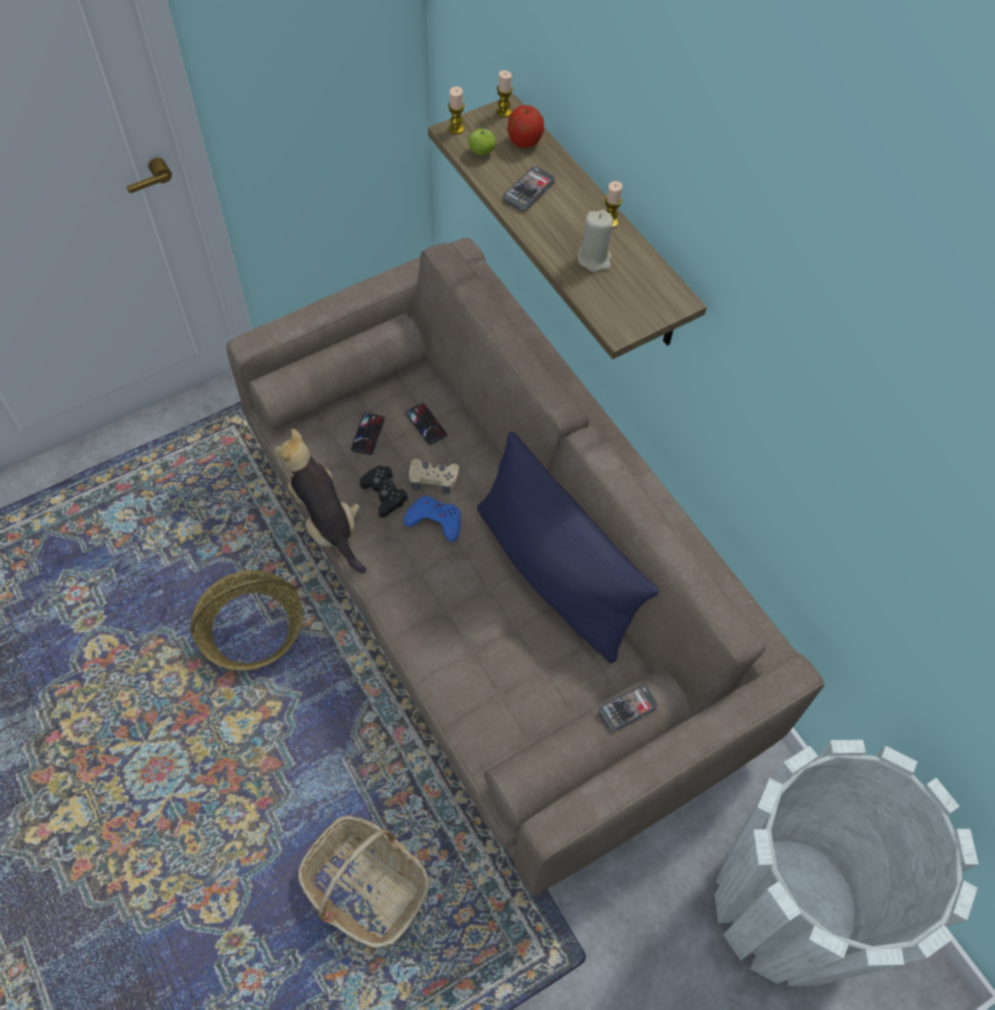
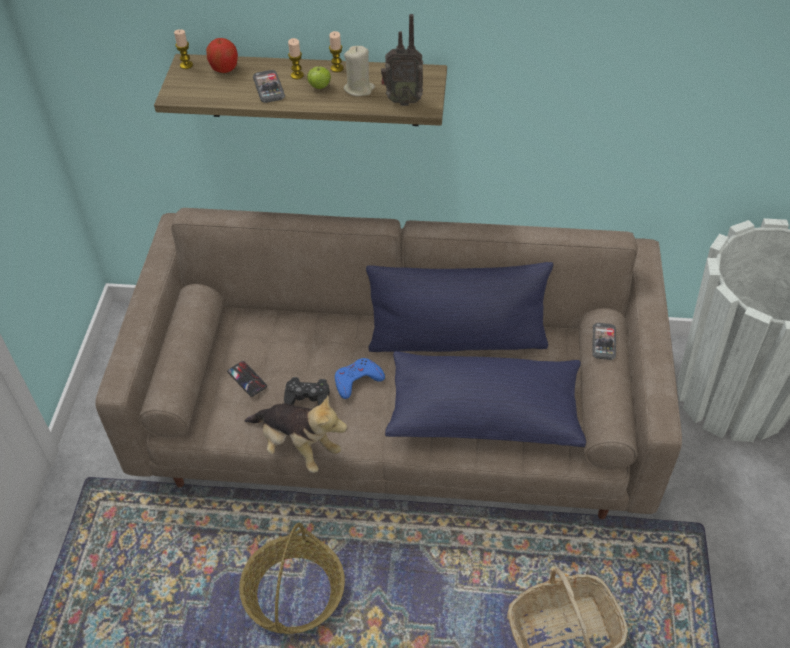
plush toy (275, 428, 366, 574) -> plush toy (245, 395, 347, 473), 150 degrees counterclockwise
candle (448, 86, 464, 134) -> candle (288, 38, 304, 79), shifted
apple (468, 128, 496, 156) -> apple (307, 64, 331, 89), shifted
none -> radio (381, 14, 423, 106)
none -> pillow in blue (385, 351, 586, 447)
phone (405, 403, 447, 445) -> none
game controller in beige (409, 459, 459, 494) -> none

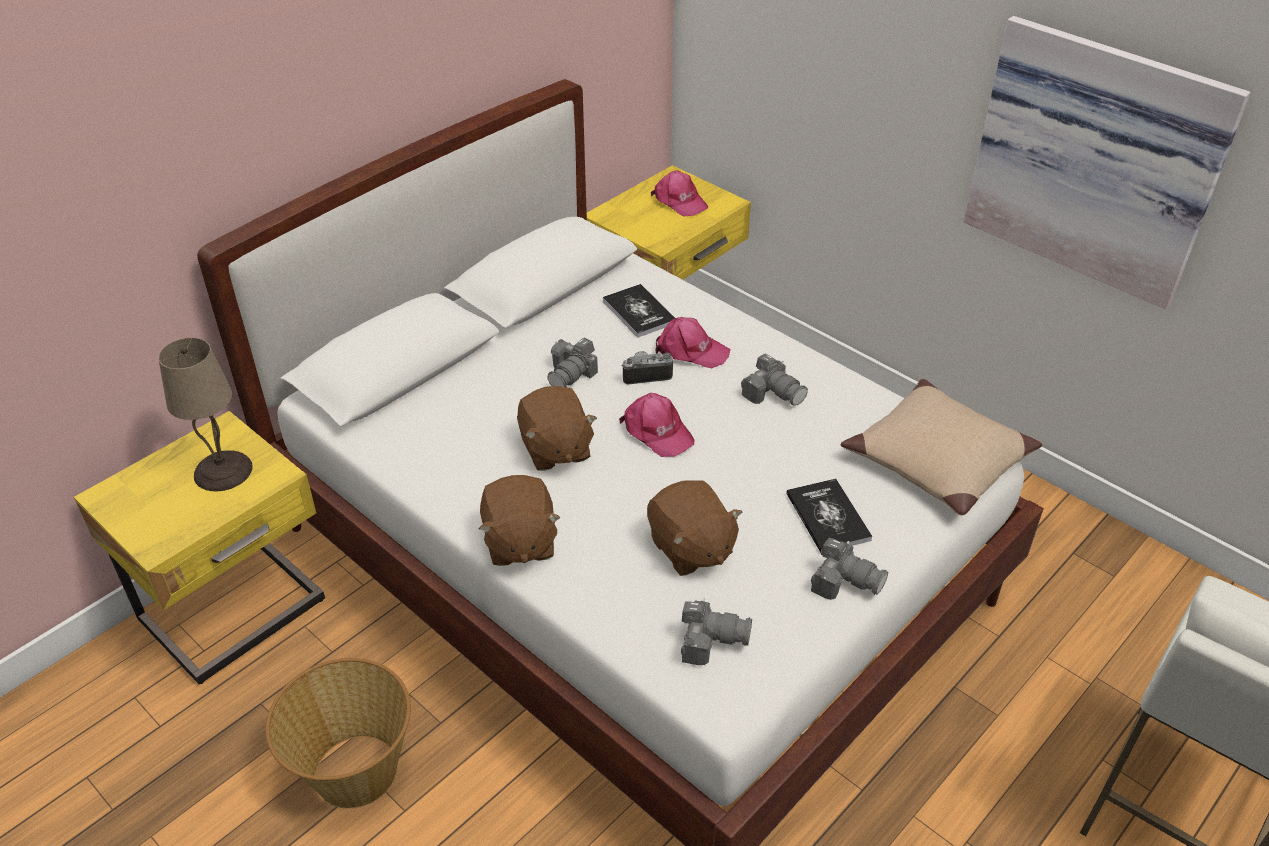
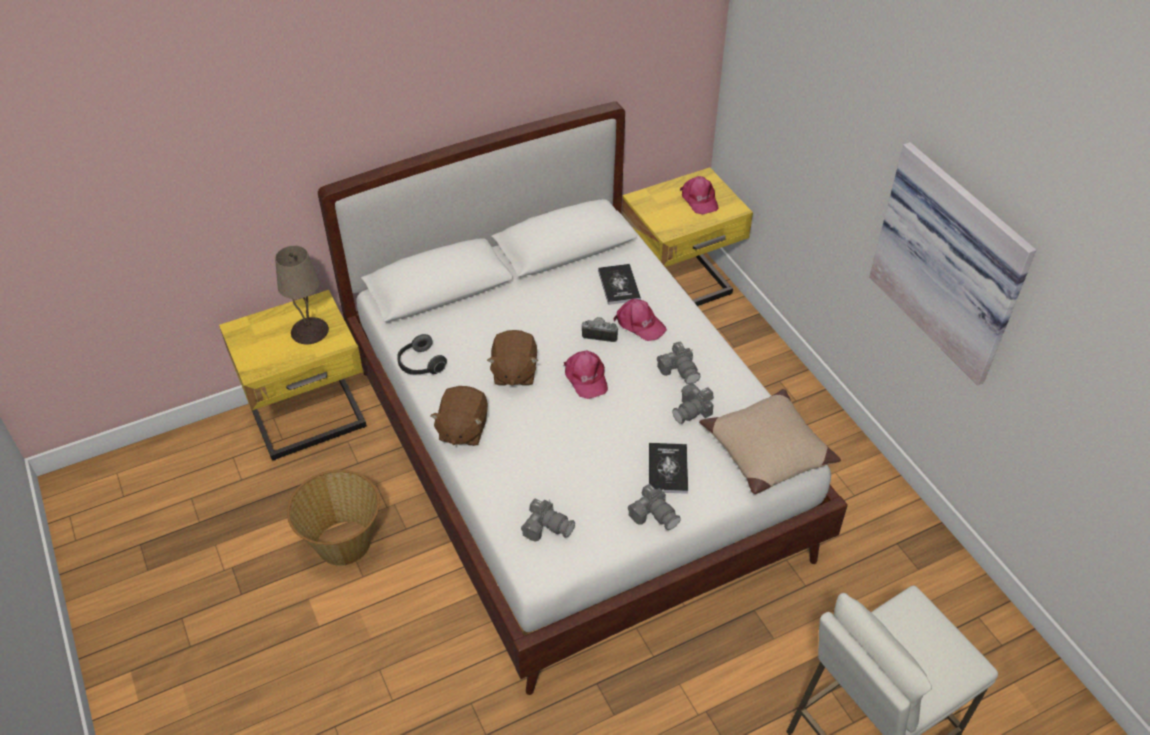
none -> headphones (397, 334, 447, 375)
photo camera (547, 338, 598, 387) -> photo camera (672, 383, 714, 424), shifted
plush toy in brown (647, 480, 742, 576) -> none

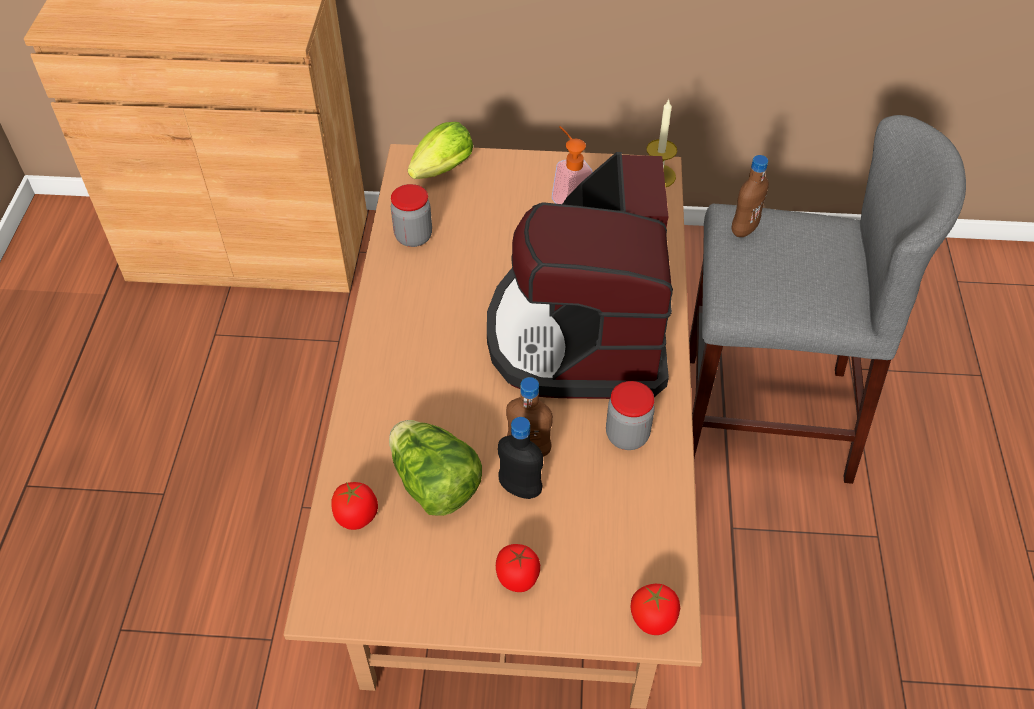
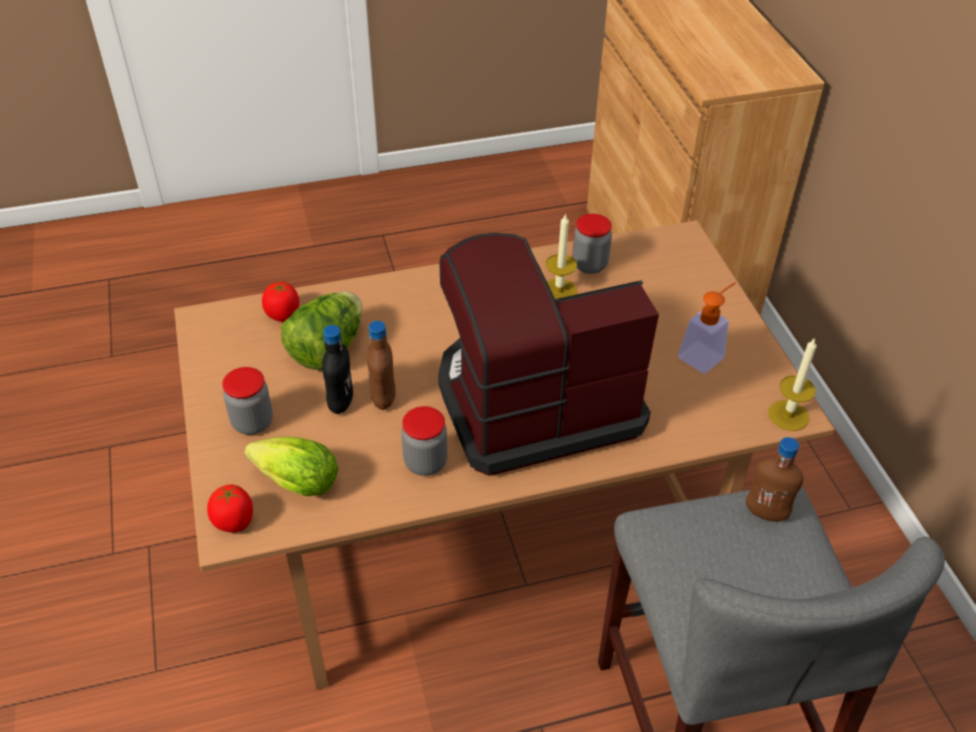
tomato (496, 544, 540, 592) -> jar (222, 367, 273, 435)
lettuce (408, 122, 473, 179) -> lettuce (245, 437, 338, 496), shifted
none -> candle (546, 213, 577, 299)

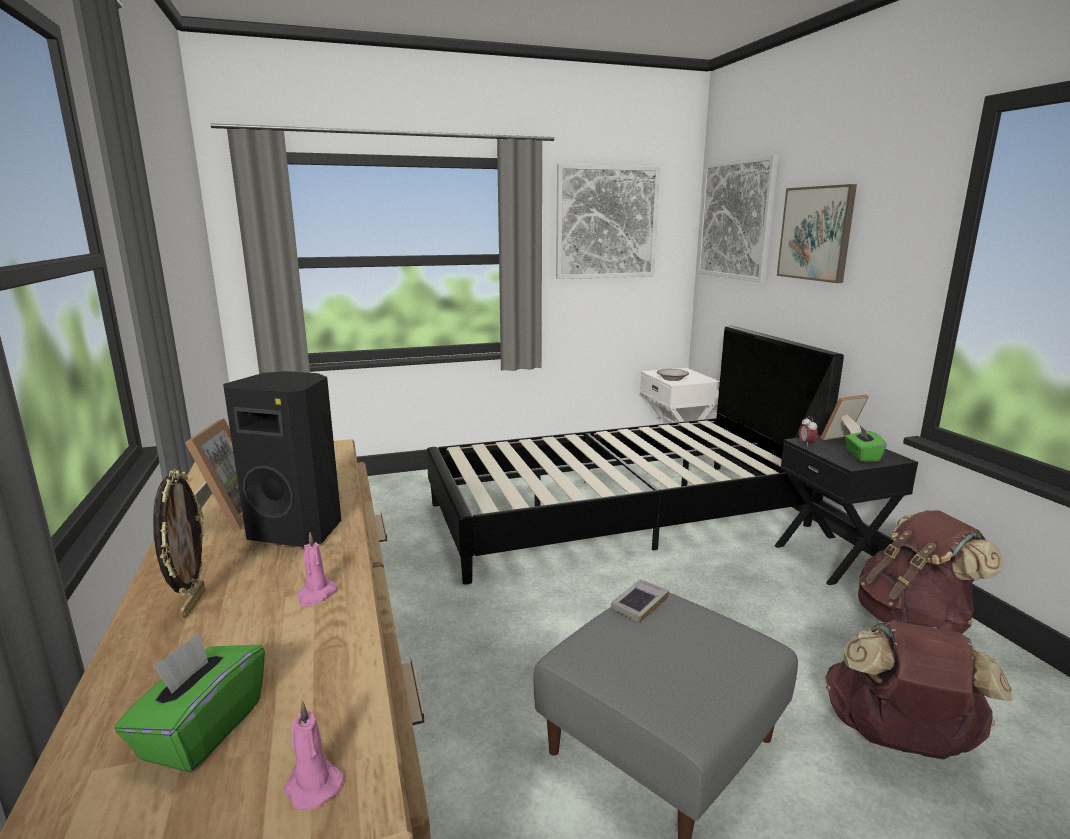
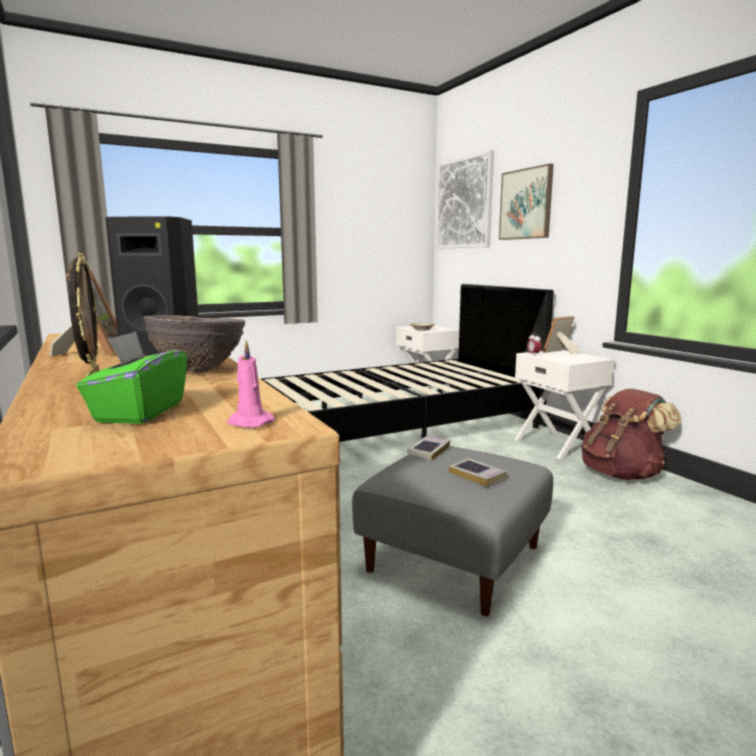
candle in pink (297, 532, 337, 607) -> bowl in brown (144, 315, 245, 373)
none -> book (449, 458, 507, 487)
nightstand in black (775, 435, 918, 585) -> nightstand in white (515, 350, 614, 459)
picture (556, 164, 660, 279) -> none
backpack in brown (825, 620, 1013, 759) -> none
tissue box in green (845, 426, 887, 462) -> none

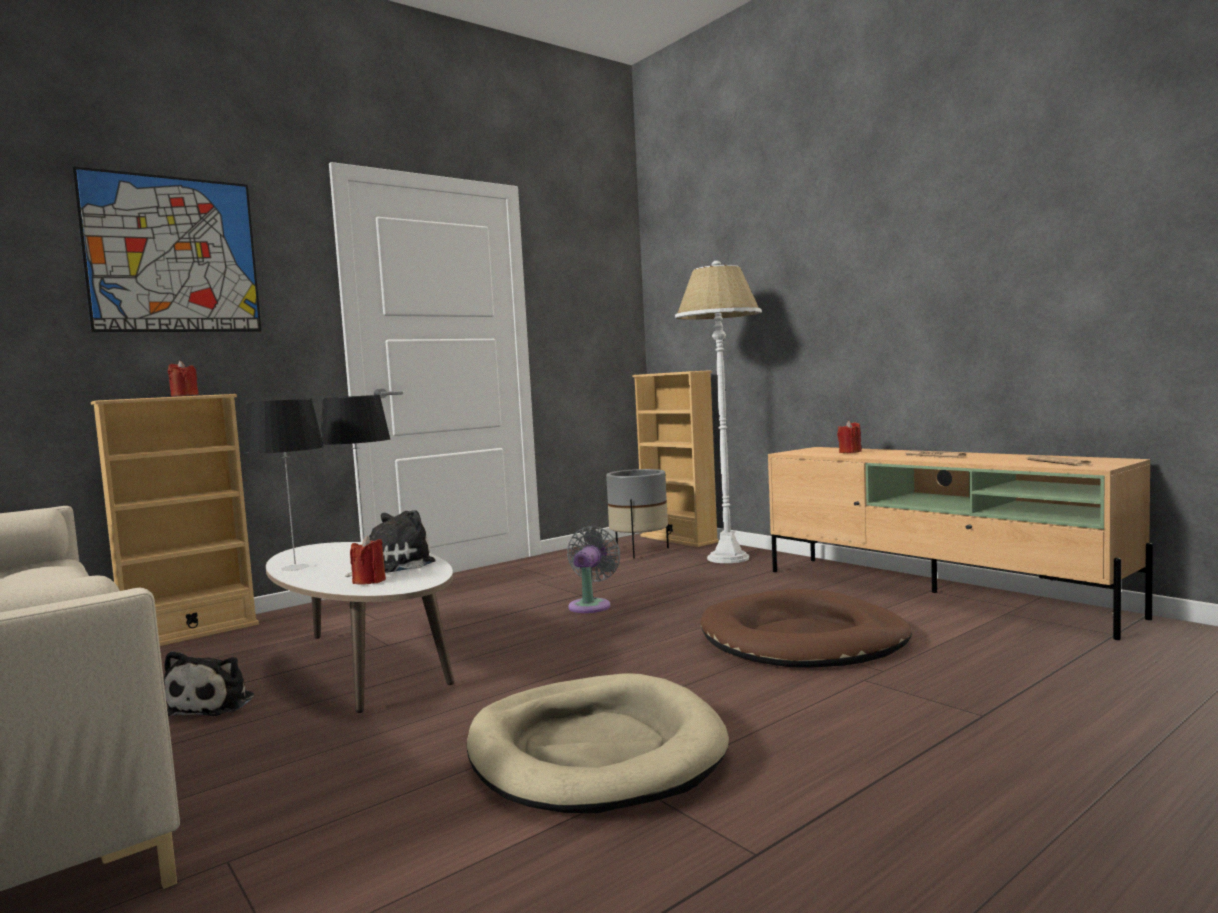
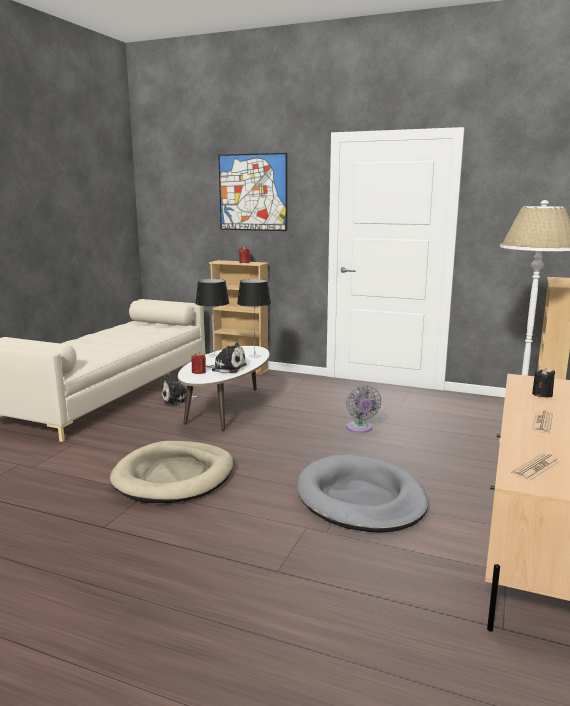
dog bed in brown (700, 589, 912, 668) -> dog bed in grey (297, 454, 428, 533)
fan in grey (567, 526, 620, 613) -> fan in grey (346, 385, 381, 433), 90 degrees clockwise
candle in red (837, 421, 862, 453) -> candle in black (532, 368, 555, 397)
planter in grey (606, 469, 669, 559) -> none

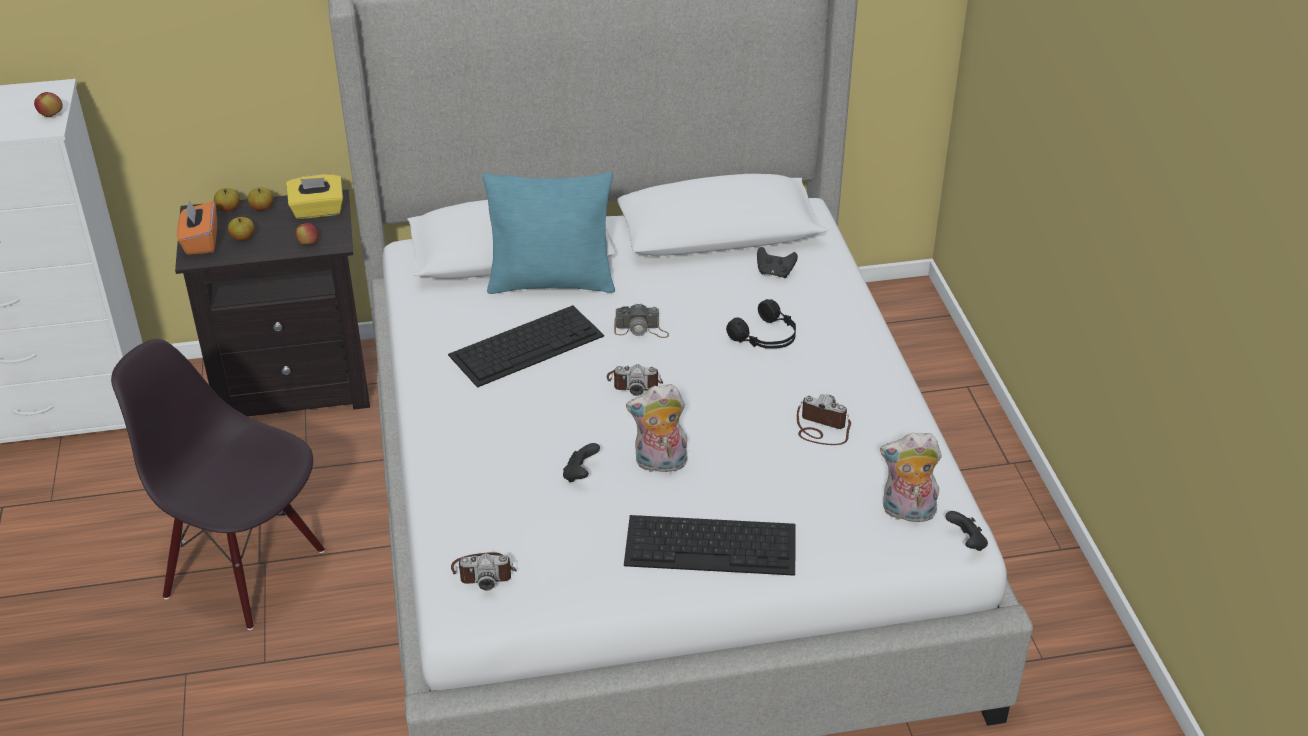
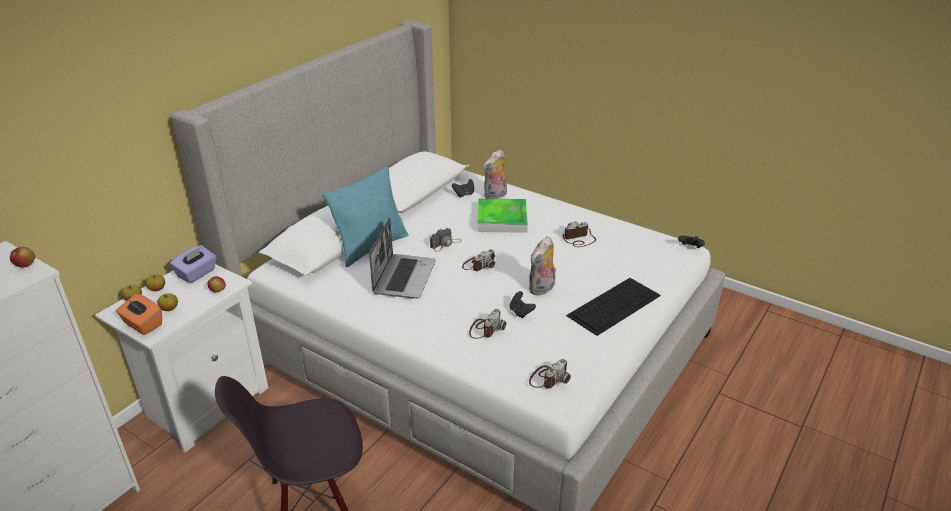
nightstand in black (175, 189, 370, 417) -> nightstand in white (95, 264, 268, 453)
tissue box in yellow (286, 174, 343, 219) -> tissue box in purple (170, 245, 217, 283)
keyboard (448, 305, 604, 388) -> laptop (369, 218, 436, 299)
none -> photo camera (469, 309, 506, 339)
headphones in black (726, 299, 796, 349) -> tray (477, 199, 528, 233)
plush toy (880, 433, 942, 523) -> plush toy (483, 150, 507, 199), shifted

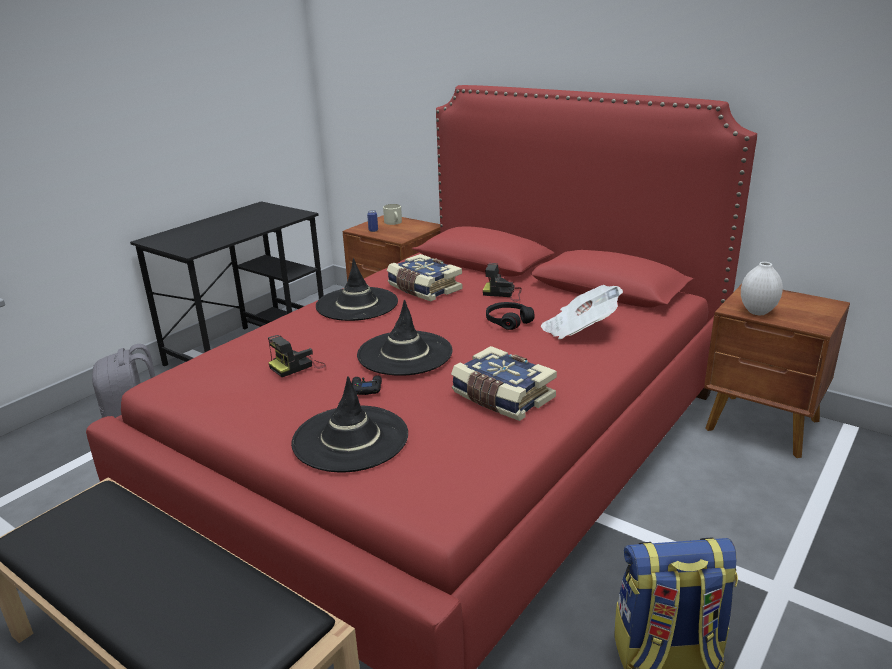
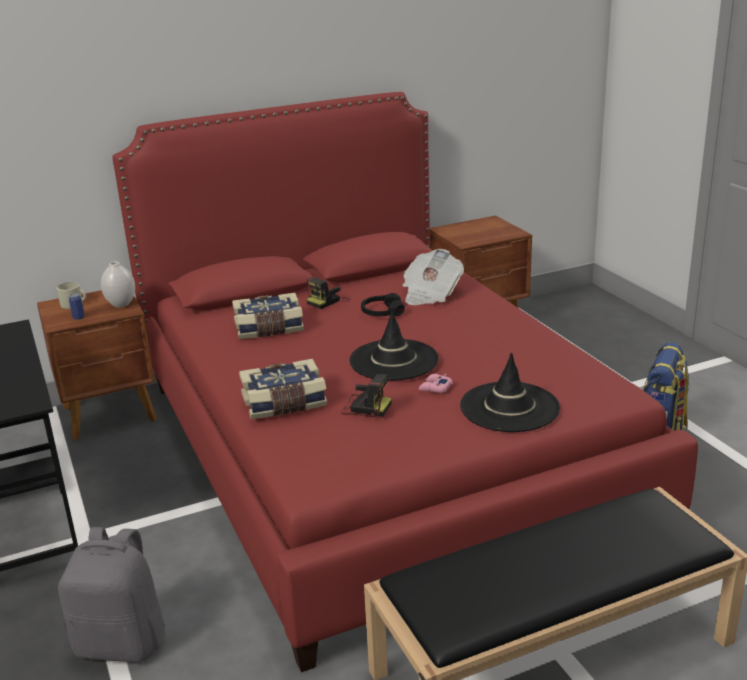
vase in white (741, 262, 783, 315) -> vase in white (101, 261, 135, 308), shifted
book (451, 346, 557, 421) -> book (239, 359, 327, 419), shifted
photo camera (268, 335, 326, 377) -> photo camera (341, 374, 392, 417), 60 degrees counterclockwise
game controller in black (352, 375, 382, 395) -> game controller in pink (419, 374, 453, 393)
hat in black (316, 258, 398, 321) -> none

